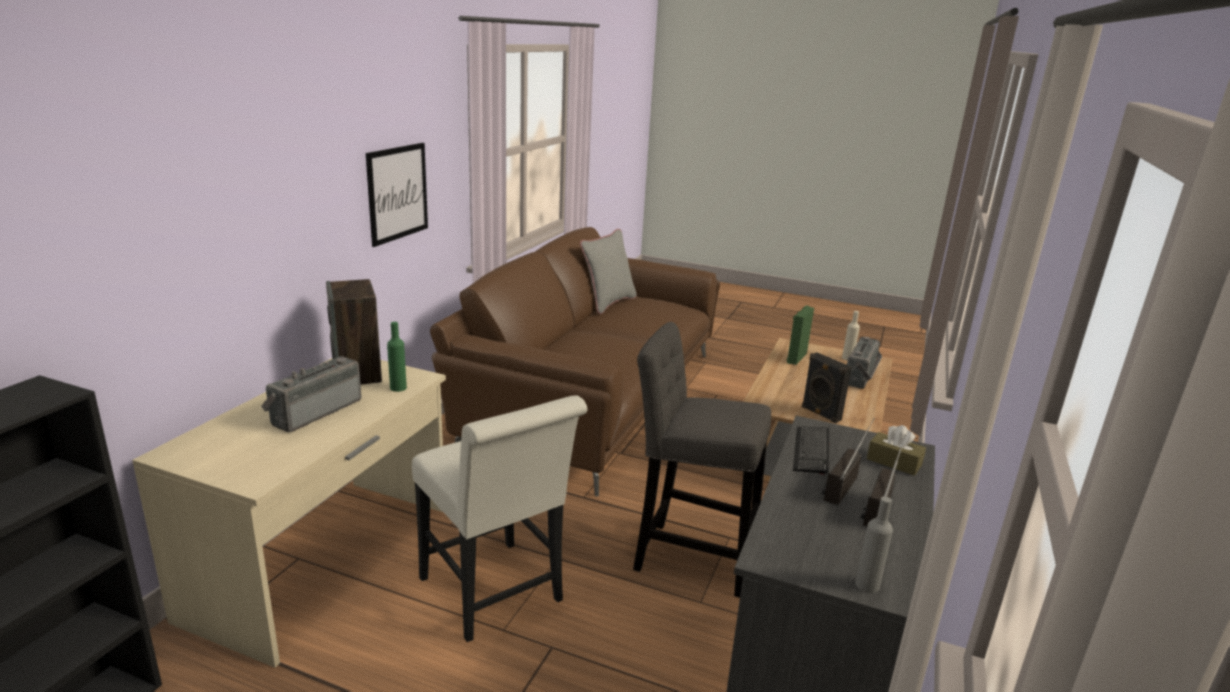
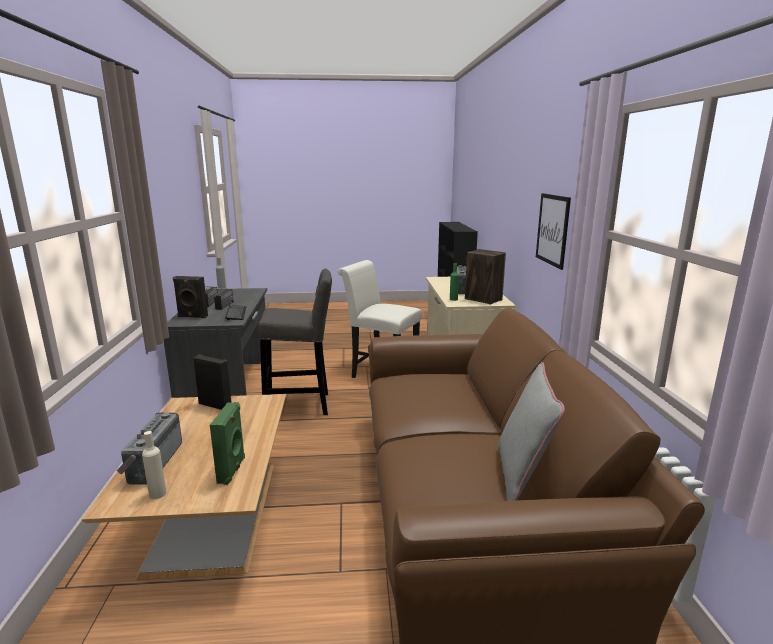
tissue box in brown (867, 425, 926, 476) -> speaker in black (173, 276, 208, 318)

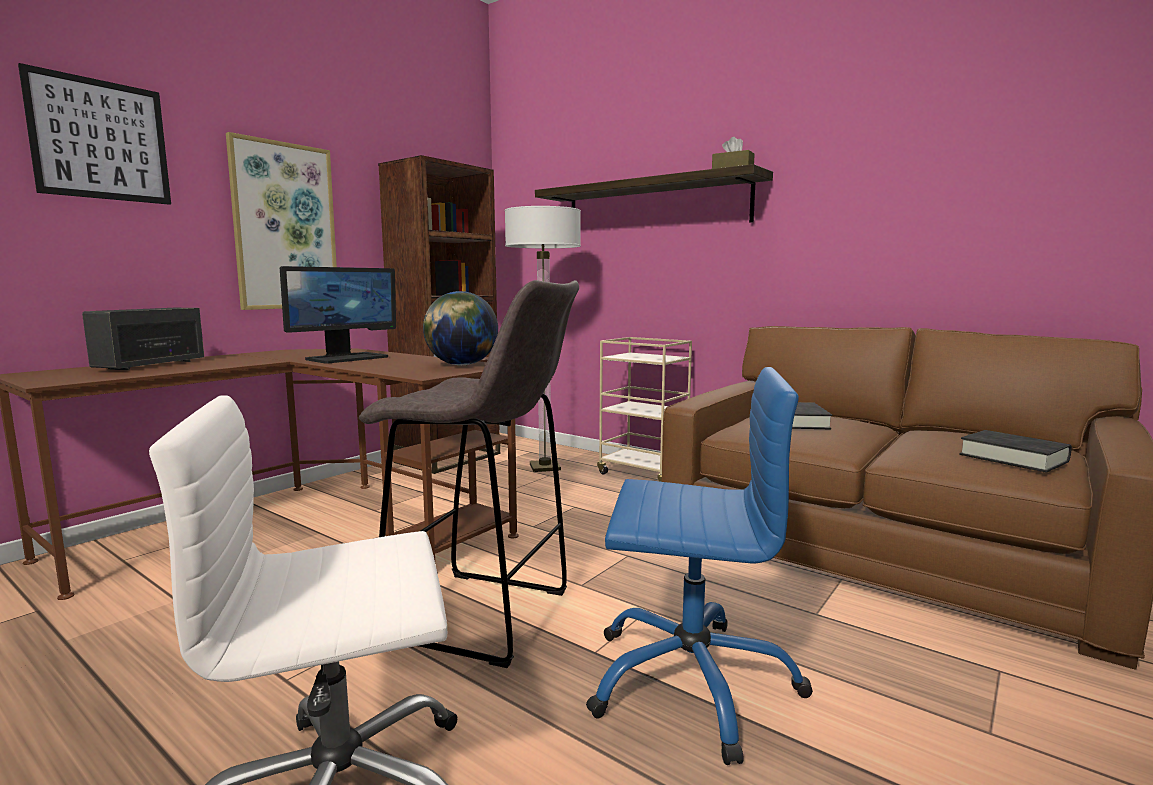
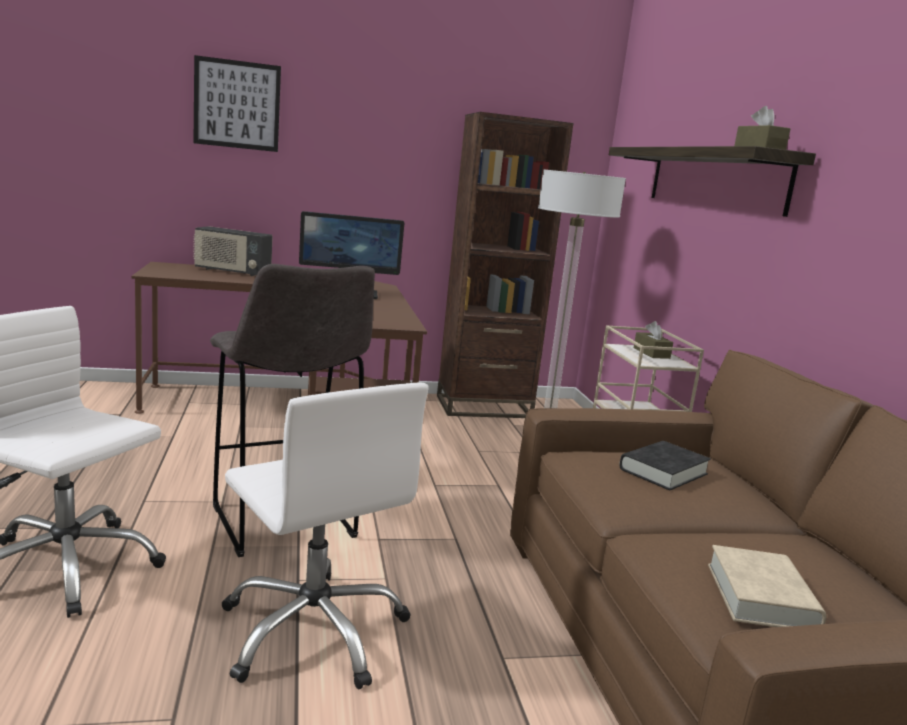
radio (82, 308, 204, 371) -> radio (193, 226, 273, 276), 135 degrees counterclockwise
office chair in blue (586, 367, 813, 765) -> office chair in white (221, 383, 428, 689)
none -> tissue box in brown (634, 321, 673, 359)
book in black (959, 430, 1072, 473) -> book in beige (708, 545, 826, 627)
picture (226, 132, 337, 310) -> none
globe (423, 291, 498, 365) -> none

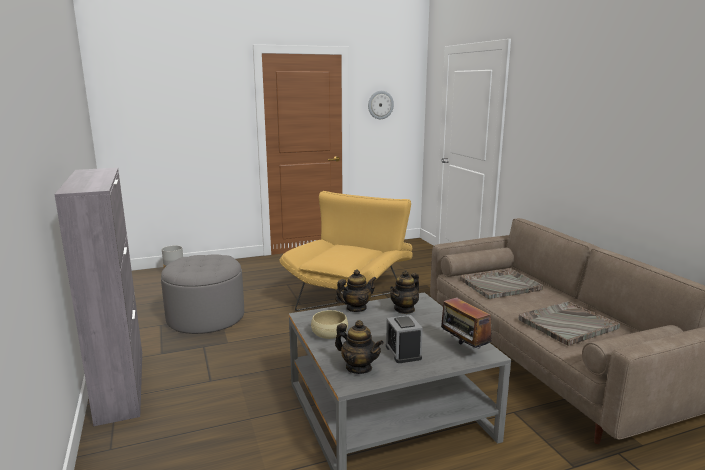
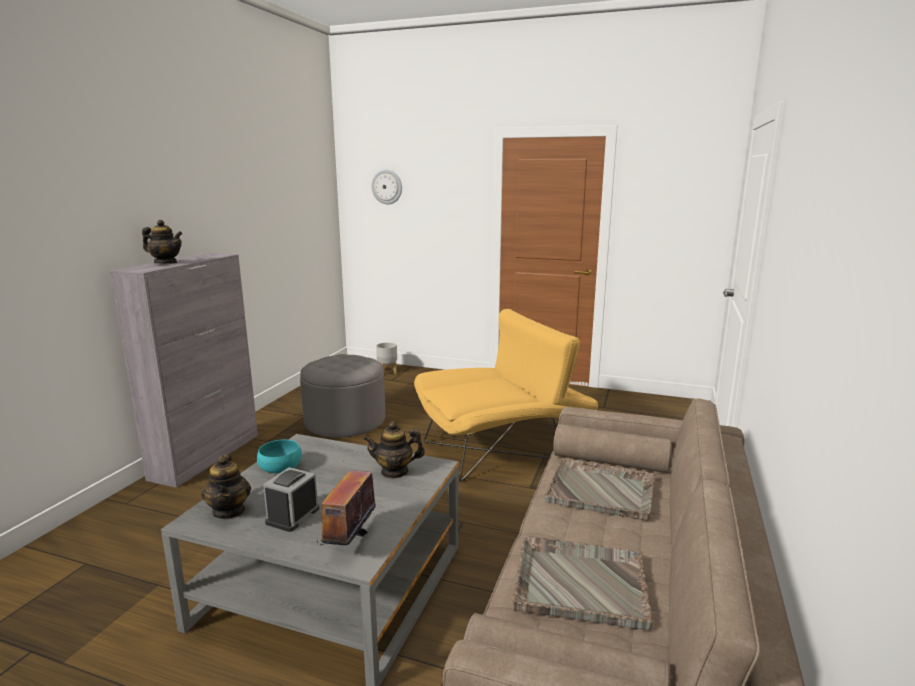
teapot (335, 270, 377, 312) -> teapot (142, 220, 182, 264), shifted
bowl in beige (311, 310, 348, 339) -> bowl in turquoise (257, 440, 302, 473)
wall clock (368, 91, 394, 119) -> wall clock (371, 170, 402, 204), shifted

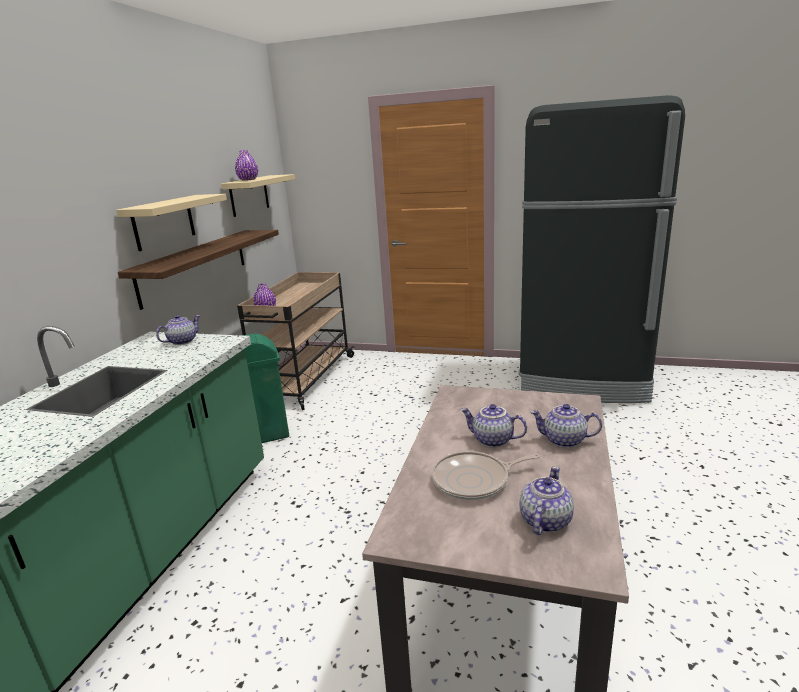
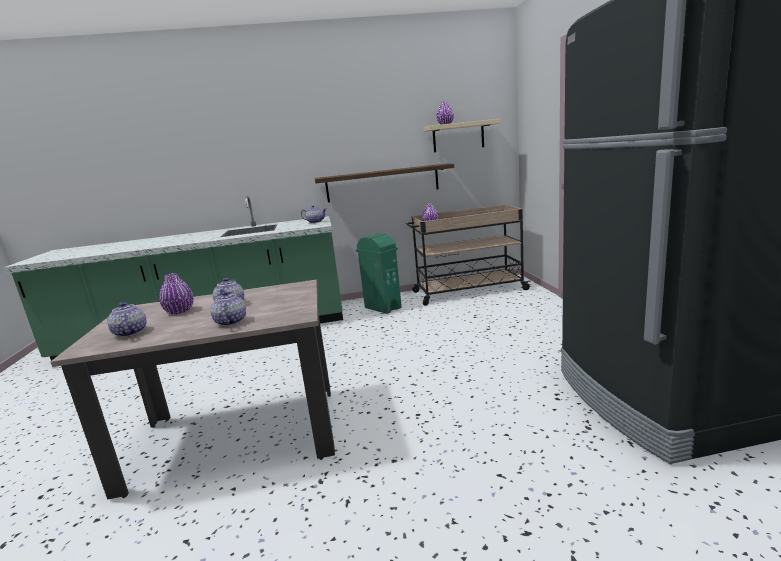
teapot (519, 466, 574, 535) -> teapot (107, 302, 147, 337), 120 degrees counterclockwise
frying pan (432, 451, 540, 500) -> vase in purple (159, 273, 194, 314)
shelf in beige (116, 194, 227, 251) -> none

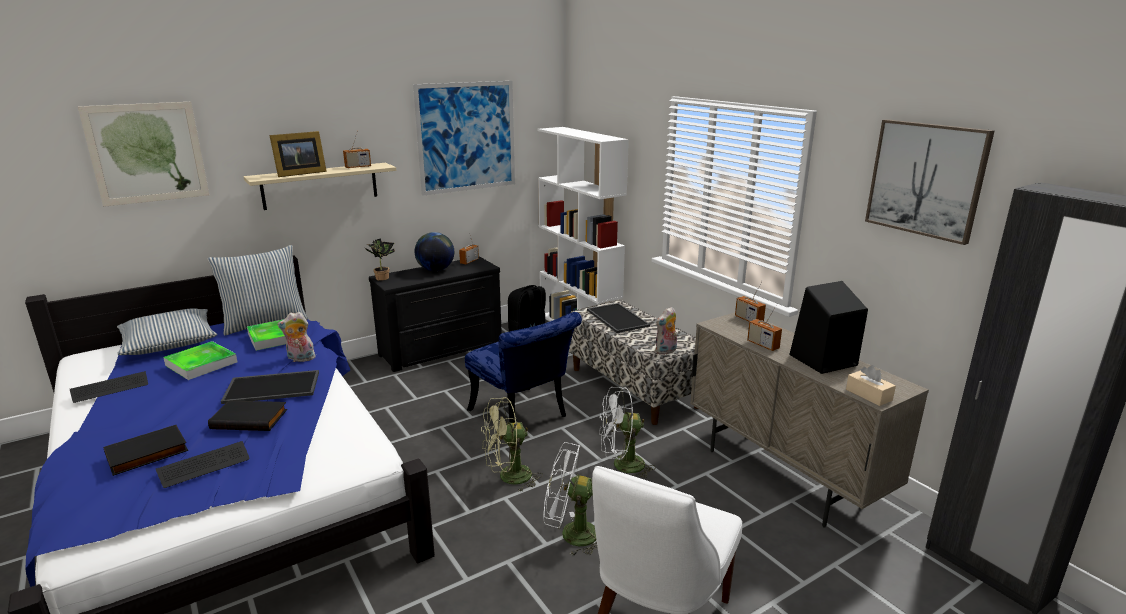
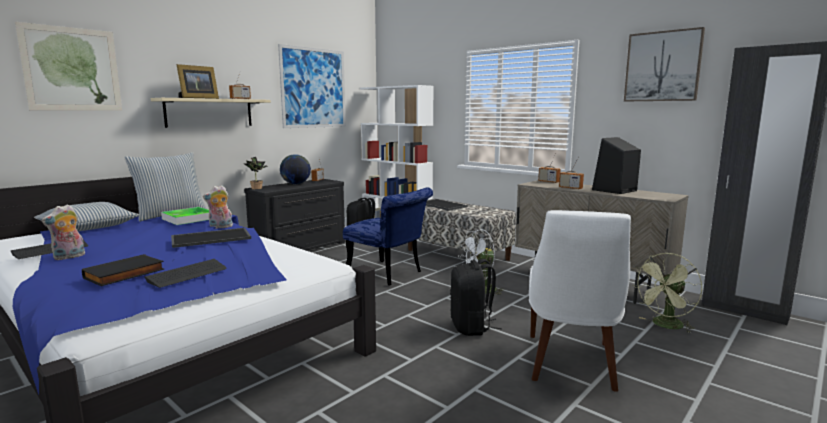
plush toy (656, 307, 677, 355) -> plush toy (41, 204, 85, 260), shifted
fan in white (543, 442, 598, 556) -> backpack in black (450, 259, 502, 336)
fan in green (481, 397, 543, 492) -> fan in green (633, 253, 702, 333), shifted
tray (163, 341, 237, 380) -> none
book in black (208, 400, 287, 431) -> none
tissue box in beige (846, 365, 896, 406) -> none

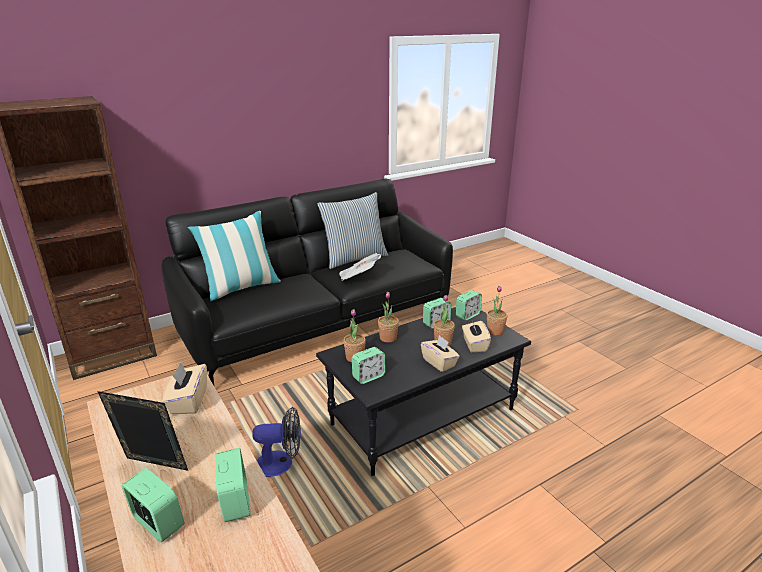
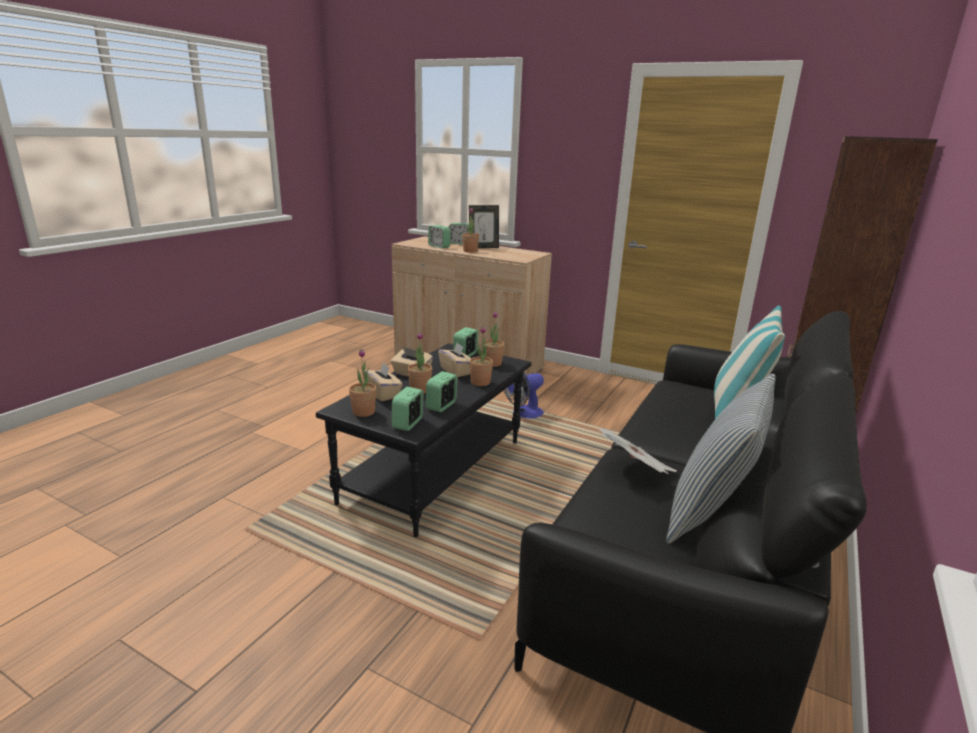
tissue box in beige (162, 362, 207, 414) -> tissue box in beige (438, 343, 471, 377), shifted
none -> potted plant (462, 208, 479, 253)

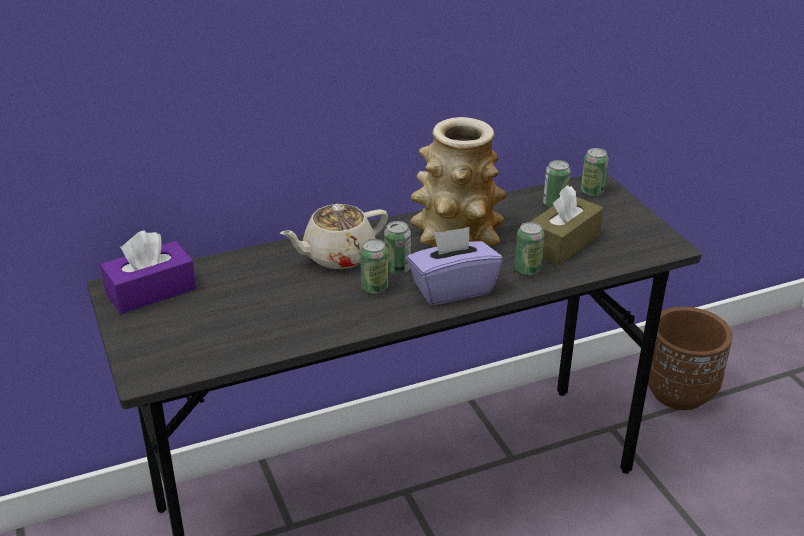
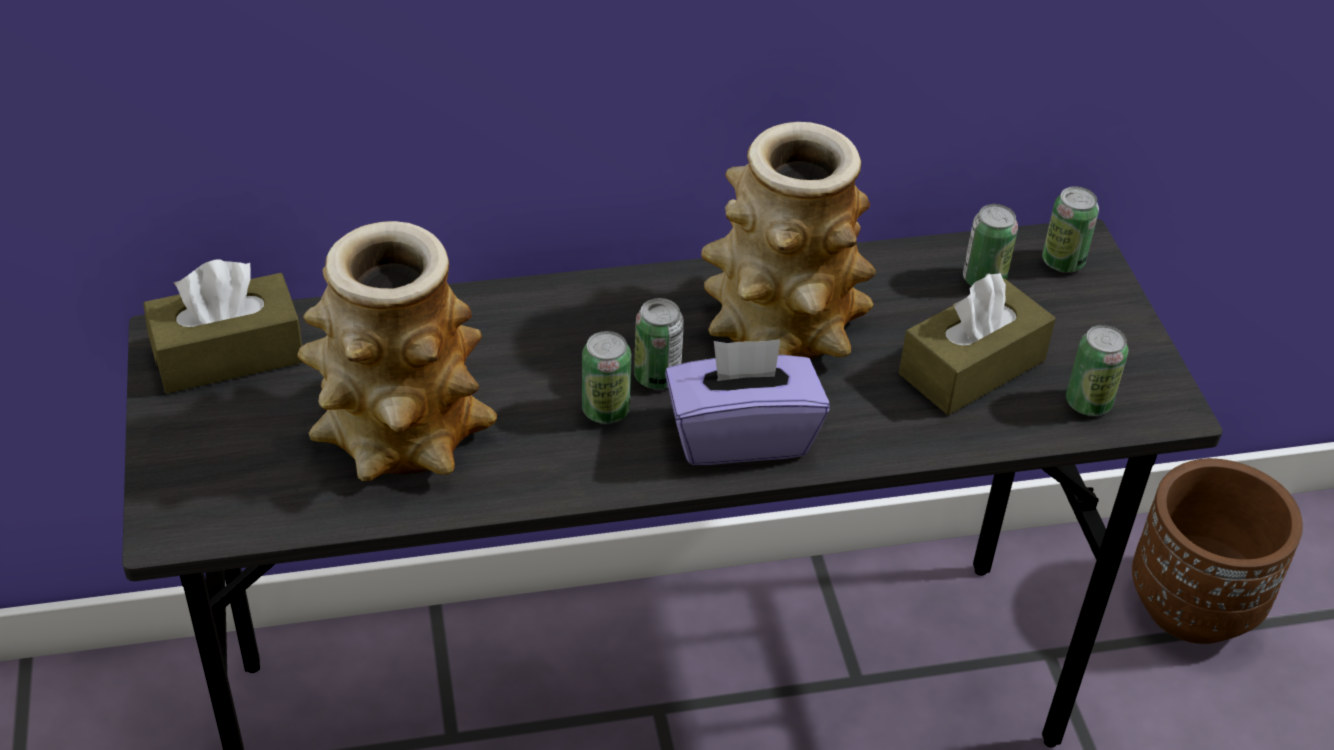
tissue box in purple (100, 230, 197, 314) -> tissue box in brown (143, 259, 303, 394)
none -> vase (297, 221, 497, 481)
can (515, 222, 544, 275) -> can (1066, 325, 1128, 416), shifted
teapot in beige (280, 204, 388, 269) -> none

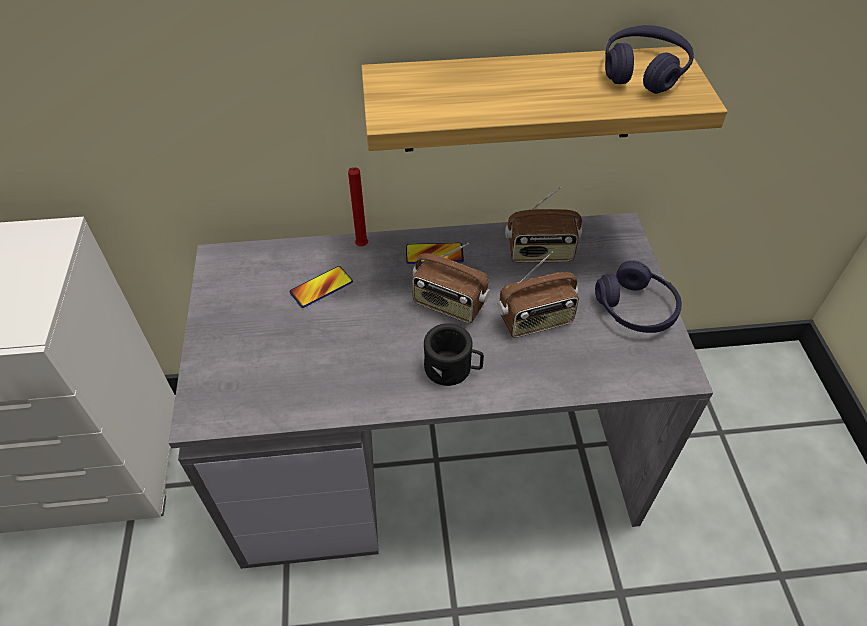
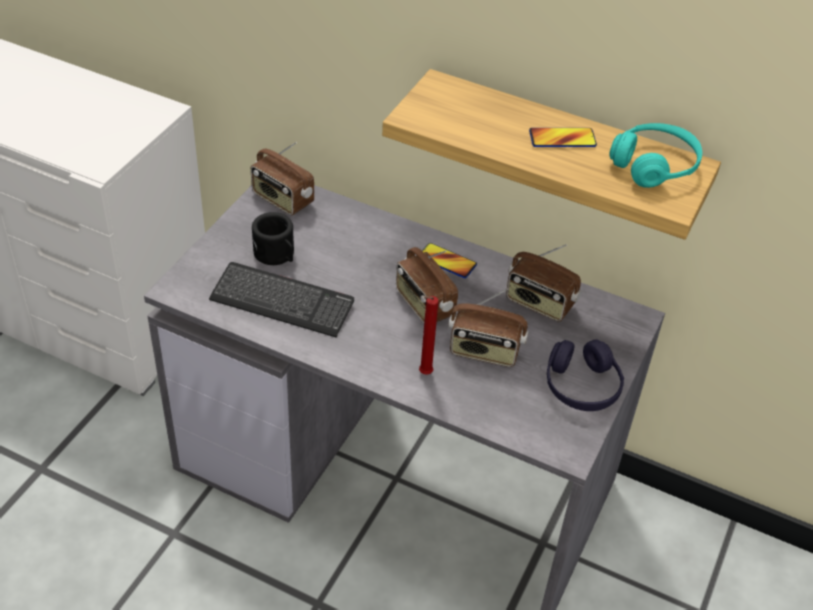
none -> keyboard (209, 262, 354, 337)
none -> radio (251, 142, 314, 215)
mug in black (424, 323, 484, 386) -> mug in black (252, 212, 294, 265), shifted
candle in red (348, 167, 368, 246) -> candle in red (419, 296, 439, 375), shifted
phone (290, 266, 353, 308) -> phone (529, 128, 597, 147), shifted
headphones in purple (605, 25, 694, 94) -> headphones in turquoise (609, 123, 702, 188)

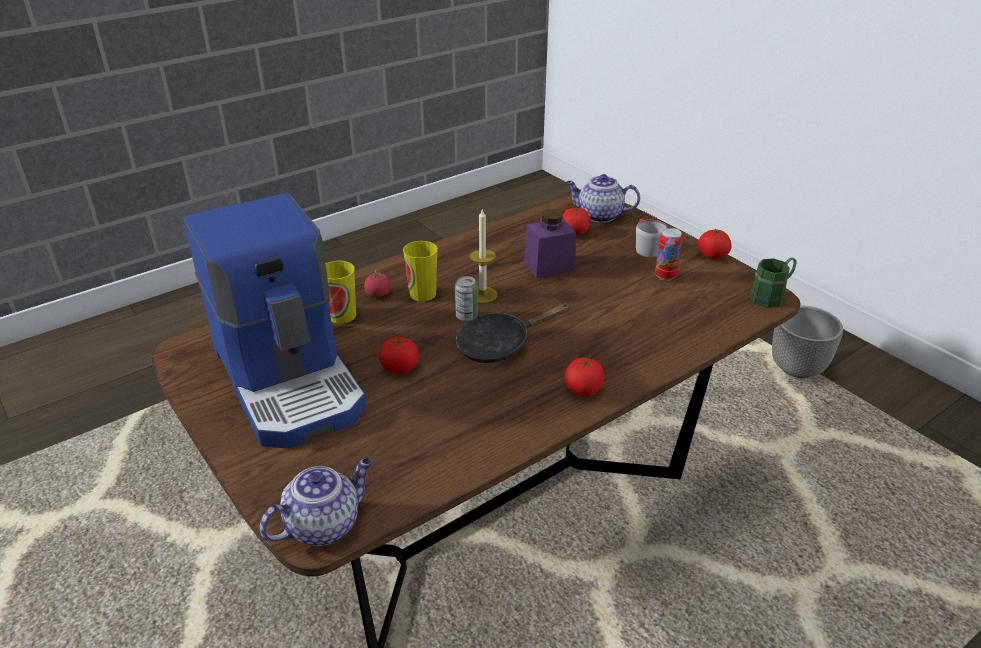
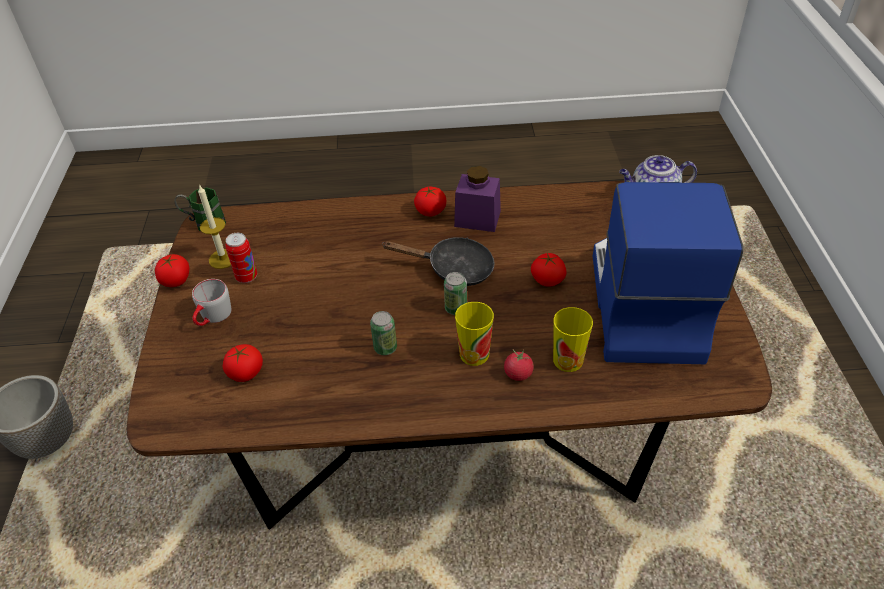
candle (470, 208, 498, 303) -> candle (198, 184, 231, 269), shifted
none -> can (370, 311, 397, 355)
jar in purple (524, 209, 576, 279) -> jar in purple (454, 166, 501, 232), shifted
teapot (566, 174, 640, 223) -> none

